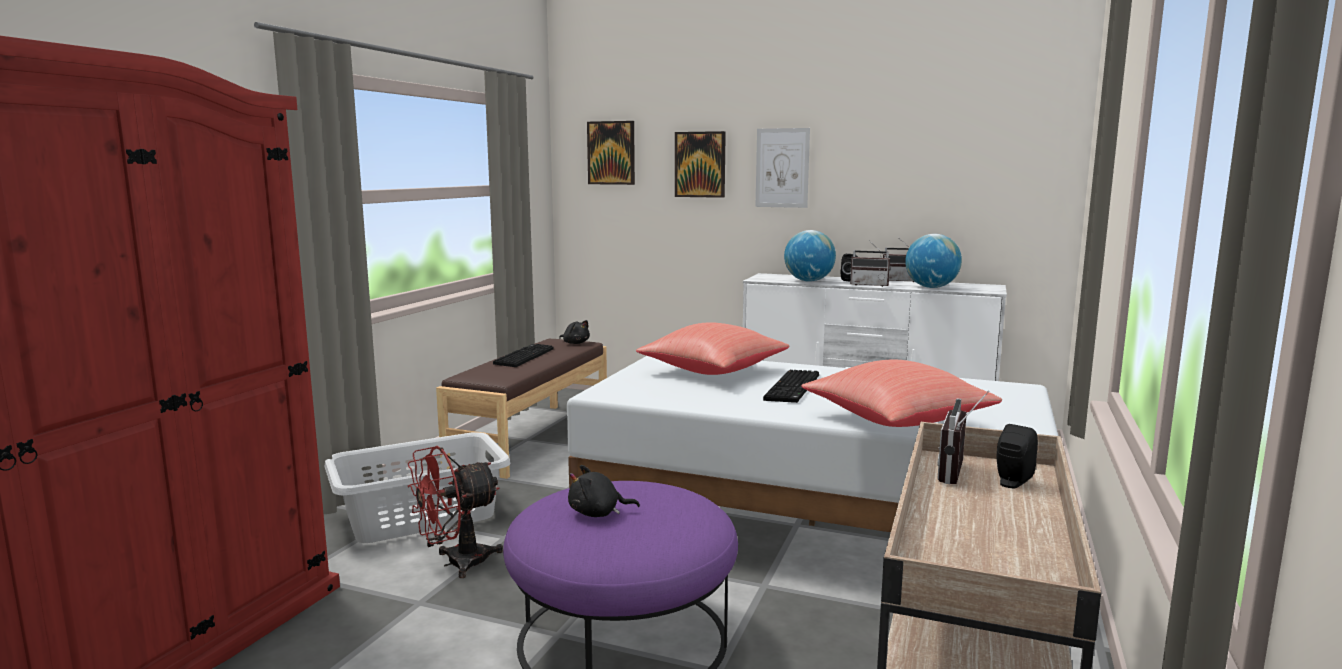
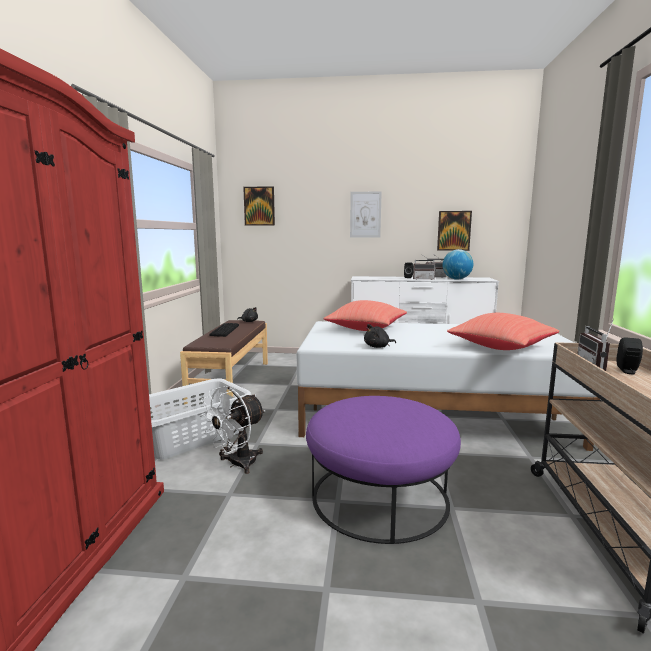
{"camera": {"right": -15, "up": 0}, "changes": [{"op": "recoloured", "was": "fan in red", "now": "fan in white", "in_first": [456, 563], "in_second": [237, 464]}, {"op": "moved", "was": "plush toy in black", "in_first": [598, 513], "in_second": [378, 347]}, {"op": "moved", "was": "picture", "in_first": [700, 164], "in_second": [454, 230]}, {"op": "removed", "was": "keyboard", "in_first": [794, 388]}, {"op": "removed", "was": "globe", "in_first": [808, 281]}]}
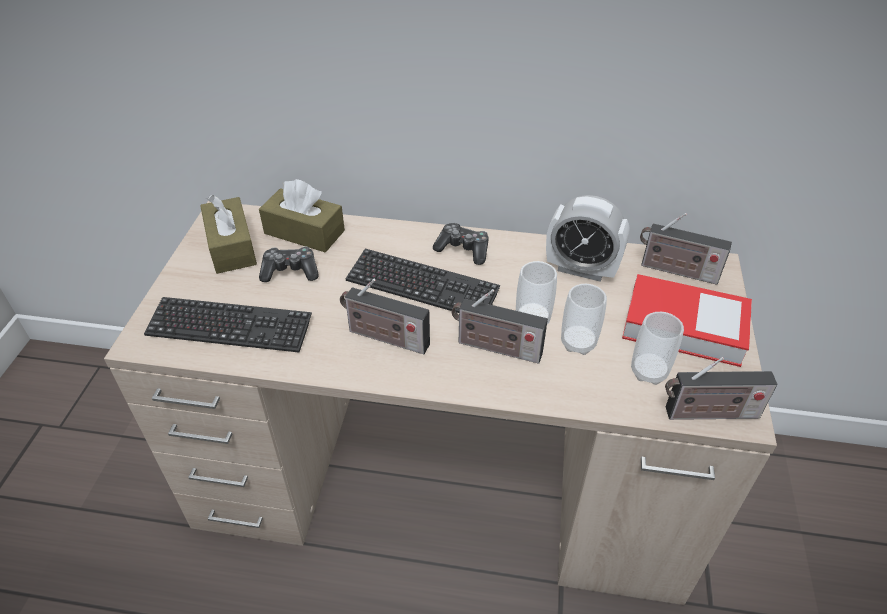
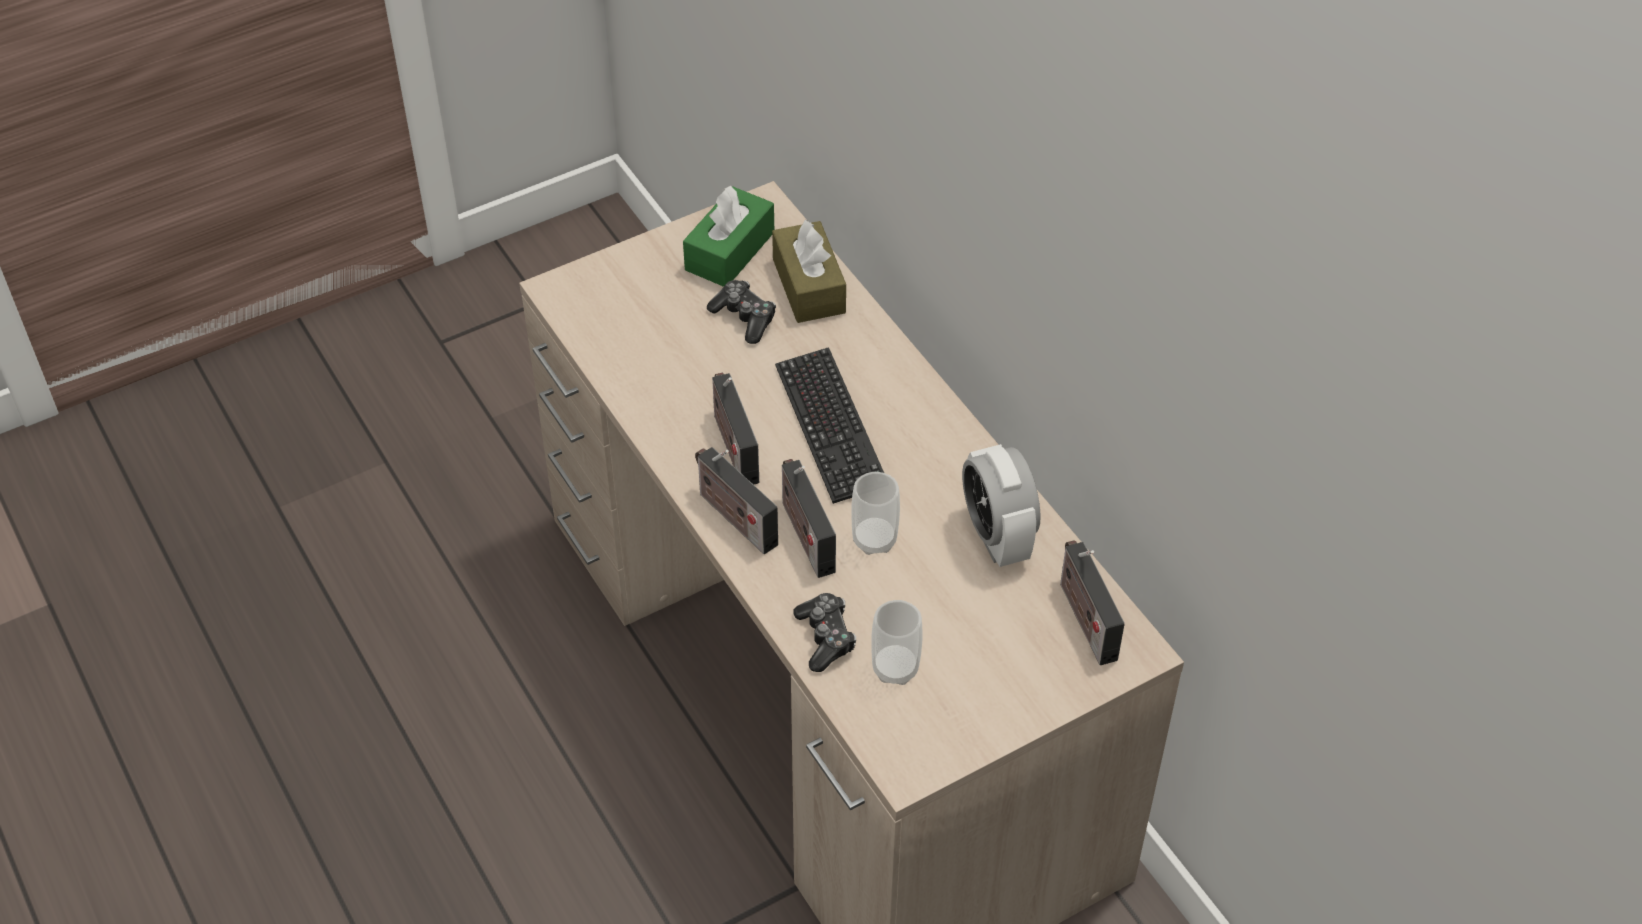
{"camera": {"right": 50, "up": 5}, "changes": [{"op": "recoloured", "was": "tissue box in brown", "now": "tissue box in green", "in_first": [231, 247], "in_second": [730, 251]}, {"op": "moved", "was": "radio", "in_first": [707, 414], "in_second": [734, 517]}, {"op": "moved", "was": "game controller", "in_first": [463, 249], "in_second": [825, 638]}, {"op": "removed", "was": "keyboard", "in_first": [229, 327]}, {"op": "removed", "was": "cup", "in_first": [578, 343]}, {"op": "removed", "was": "book", "in_first": [684, 326]}]}
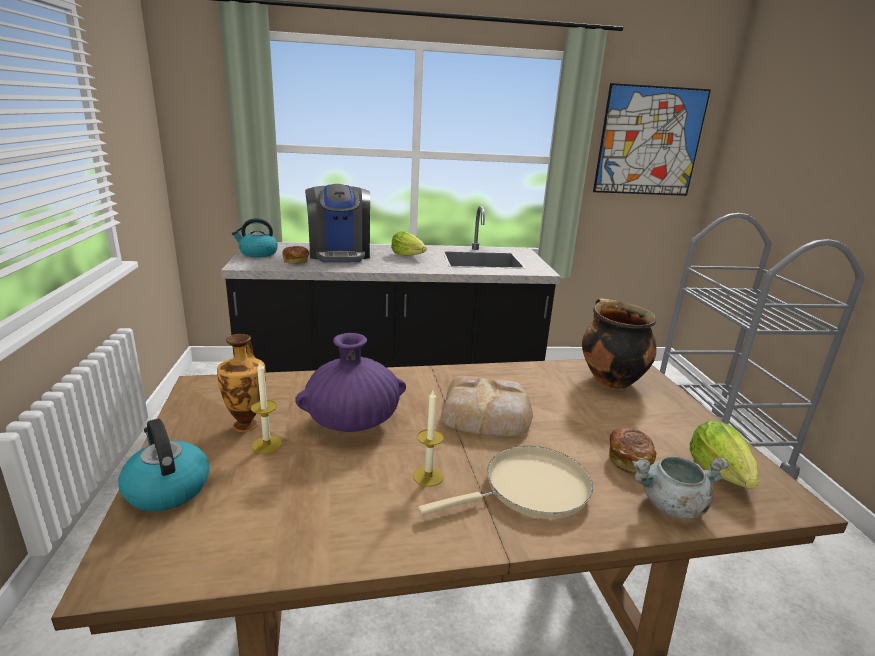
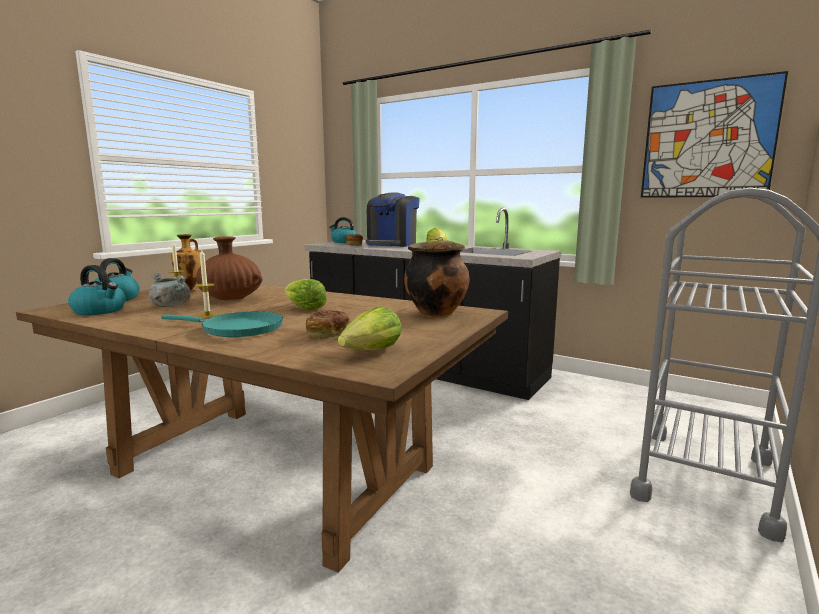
{"camera": {"right": 40, "up": -10}, "changes": [{"op": "added", "now": "kettle", "in_second": [100, 311]}, {"op": "moved", "was": "cooking pot in grey", "in_first": [671, 506], "in_second": [170, 305]}, {"op": "recoloured", "was": "frying pan in beige", "now": "frying pan in turquoise", "in_first": [530, 489], "in_second": [237, 328]}, {"op": "recoloured", "was": "vase in purple", "now": "vase in brown", "in_first": [353, 422], "in_second": [231, 299]}, {"op": "replaced", "was": "bread", "now": "lettuce", "in_first": [487, 414], "in_second": [303, 308]}]}
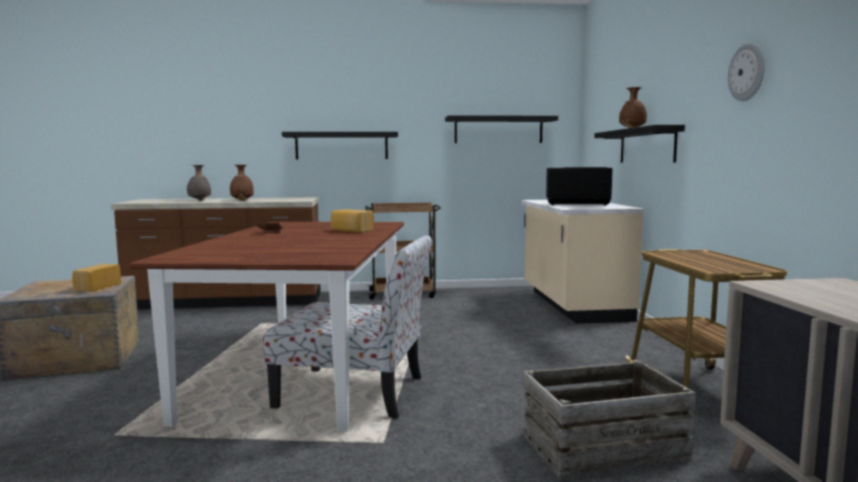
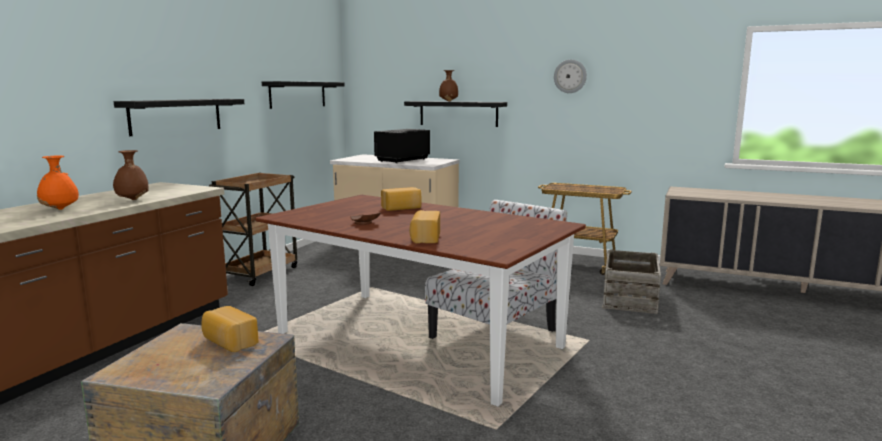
{"camera": {"right": -60, "up": 5}, "changes": [{"op": "recoloured", "was": "vase in grey", "now": "vase in orange", "in_first": [199, 200], "in_second": [60, 209]}, {"op": "added", "now": "bread", "in_second": [424, 238]}]}
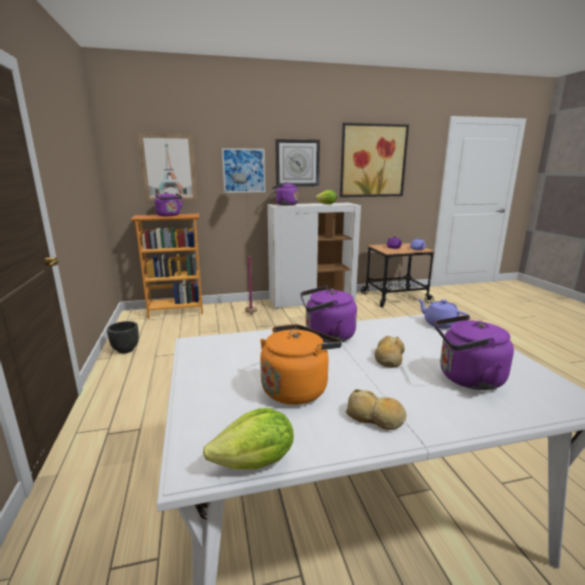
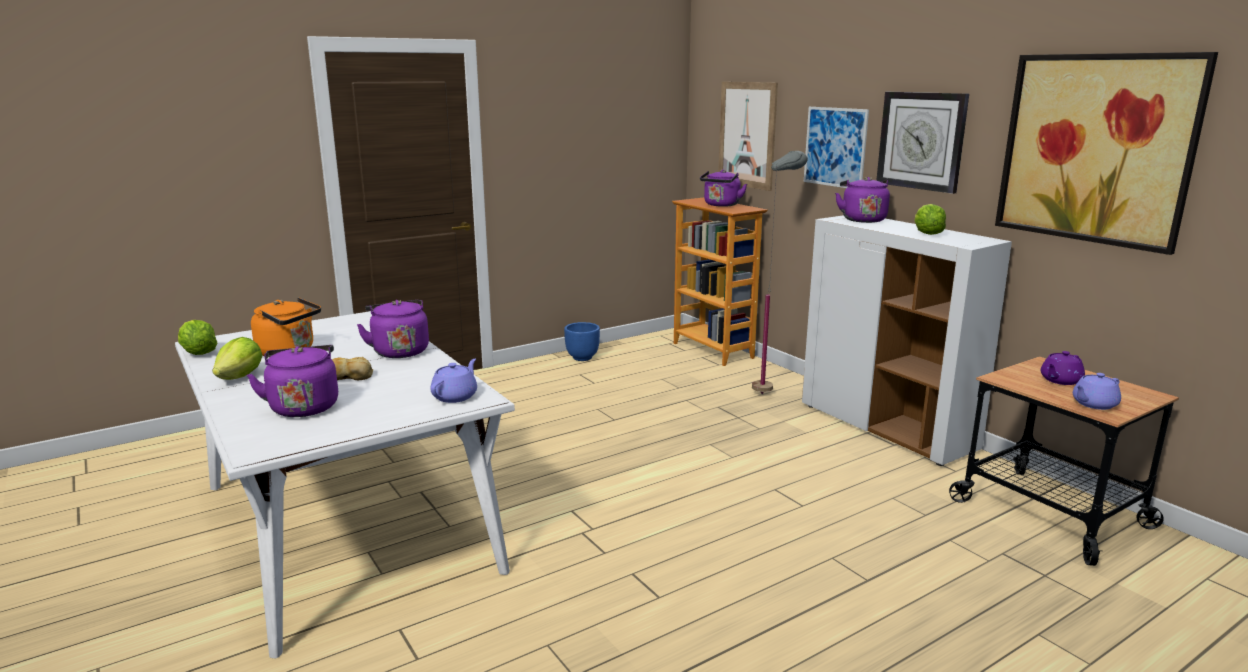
{"camera": {"right": 70, "up": 0}, "changes": [{"op": "replaced", "was": "bread", "now": "lettuce", "in_first": [375, 418], "in_second": [240, 377]}, {"op": "recoloured", "was": "planter in black", "now": "planter in blue", "in_first": [125, 350], "in_second": [582, 358]}]}
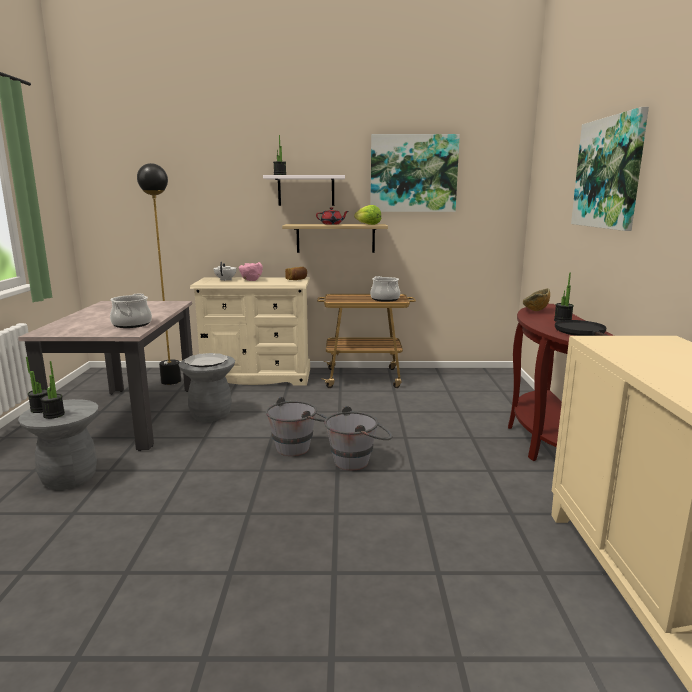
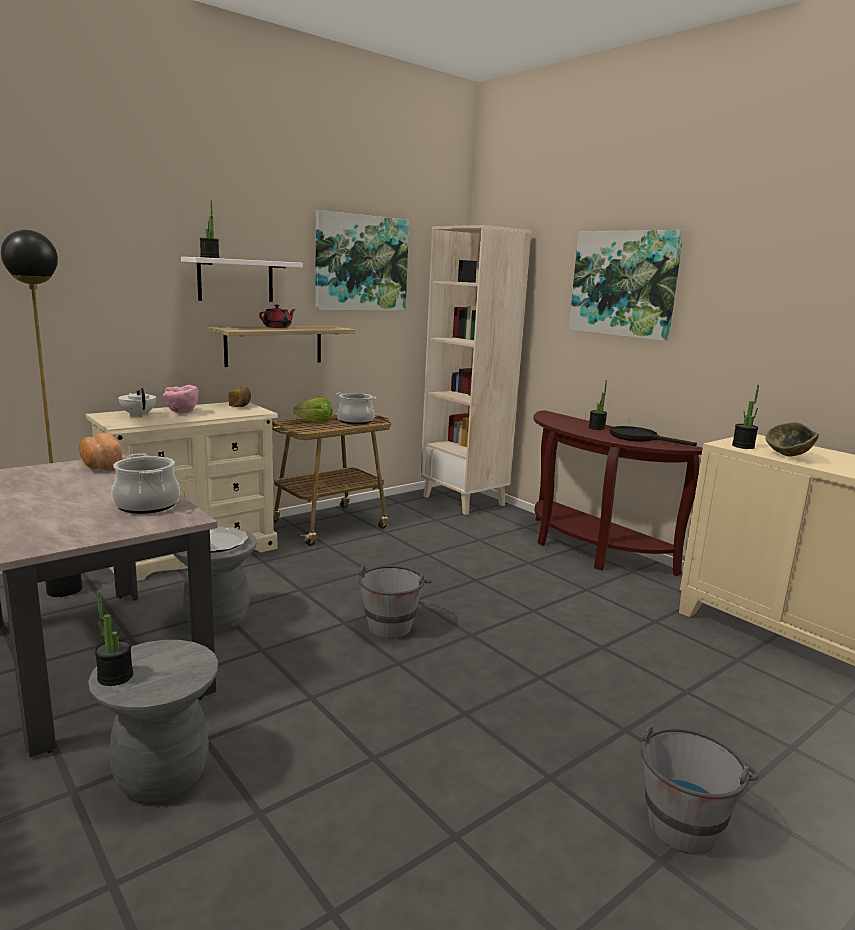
{"camera": {"right": -40, "up": 0}, "changes": [{"op": "added", "now": "bread", "in_second": [100, 466]}, {"op": "moved", "was": "lettuce", "in_first": [368, 224], "in_second": [315, 421]}, {"op": "added", "now": "bookcase in beige", "in_second": [464, 501]}, {"op": "moved", "was": "bucket in grey", "in_first": [358, 461], "in_second": [685, 819]}, {"op": "moved", "was": "potted plant", "in_first": [54, 415], "in_second": [743, 446]}, {"op": "moved", "was": "bowl", "in_first": [534, 311], "in_second": [789, 457]}]}
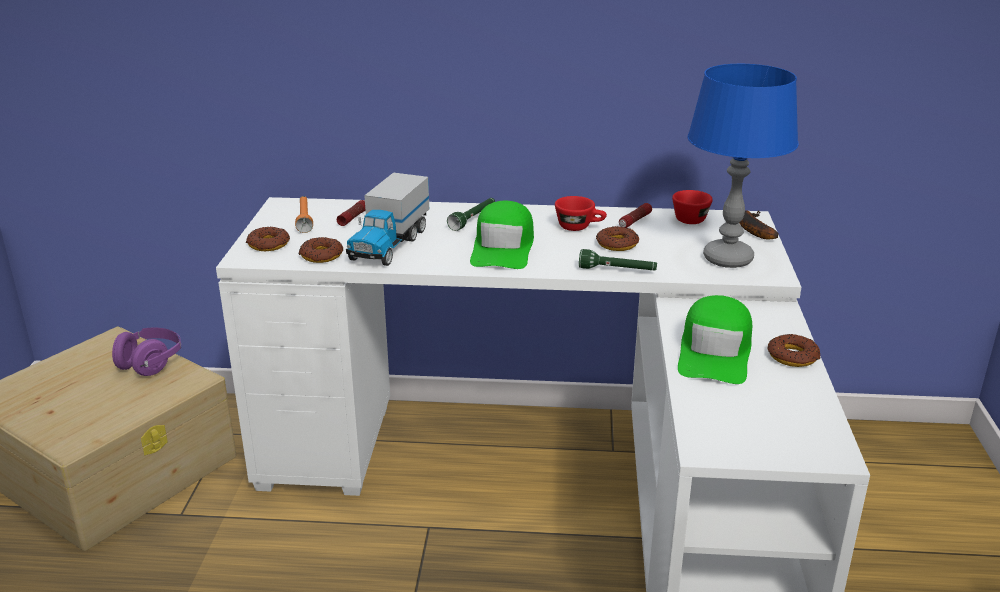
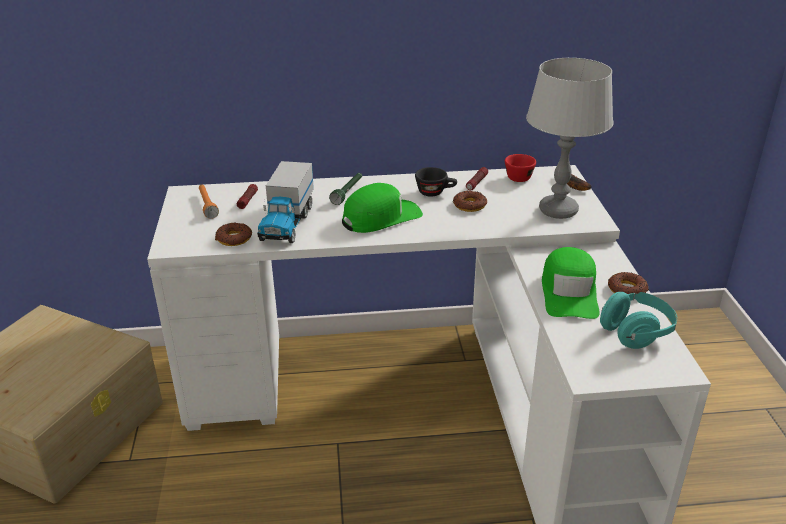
{"camera": {"right": -10, "up": 5}, "changes": [{"op": "turned", "was": "cap in green", "in_first": [503, 248], "in_second": [381, 217], "clockwise": -120}, {"op": "recoloured", "was": "cup in red", "now": "cup in black", "in_first": [580, 227], "in_second": [435, 192]}, {"op": "recoloured", "was": "table lamp in blue", "now": "table lamp in grey", "in_first": [728, 259], "in_second": [558, 211]}, {"op": "added", "now": "headphones in turquoise", "in_second": [636, 332]}, {"op": "removed", "was": "headphones in purple", "in_first": [150, 363]}, {"op": "removed", "was": "donut", "in_first": [268, 244]}, {"op": "removed", "was": "flashlight in green", "in_first": [617, 271]}]}
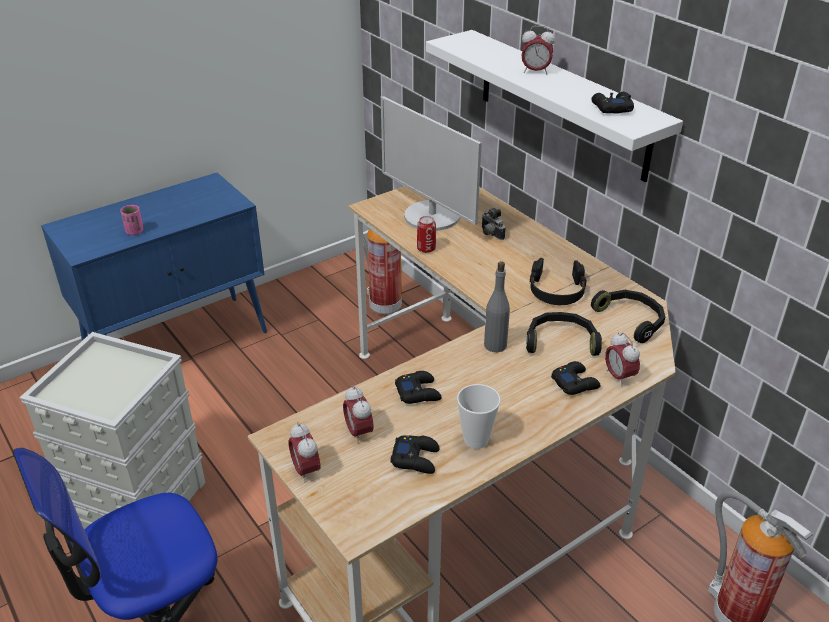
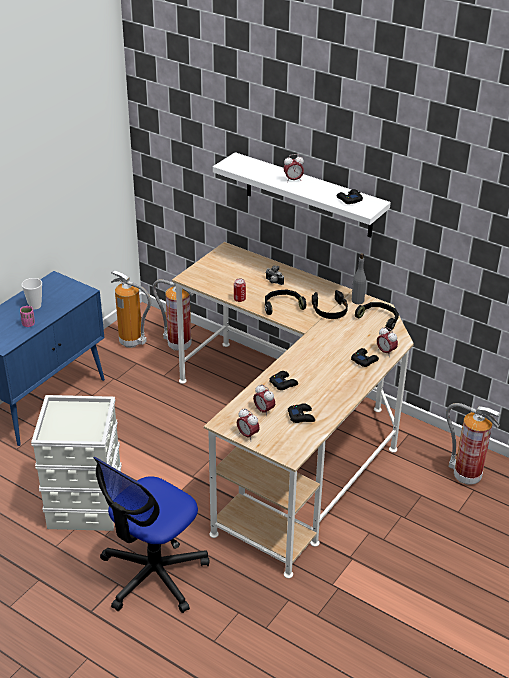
{"camera": {"right": -20, "up": 0}, "changes": [{"op": "moved", "was": "cup", "in_first": [476, 440], "in_second": [35, 306]}, {"op": "added", "now": "fire extinguisher", "in_second": [132, 342]}, {"op": "moved", "was": "headphones in black", "in_first": [561, 341], "in_second": [282, 306]}, {"op": "moved", "was": "bottle in grey", "in_first": [495, 345], "in_second": [357, 300]}, {"op": "removed", "was": "monitor", "in_first": [432, 216]}]}
